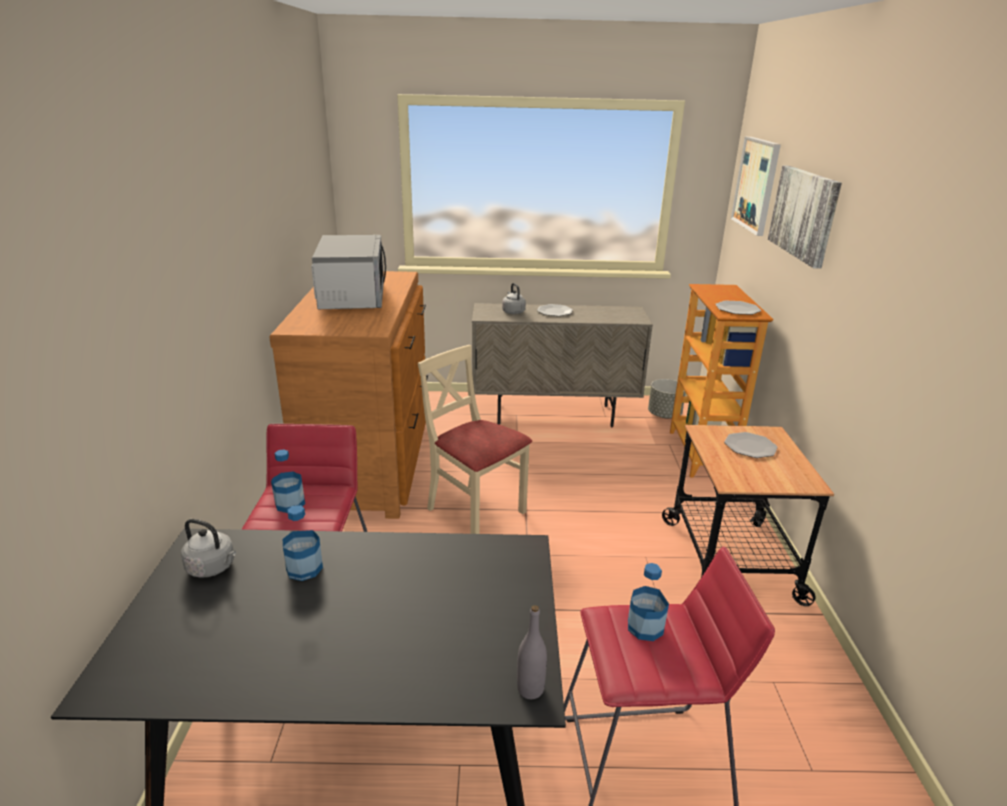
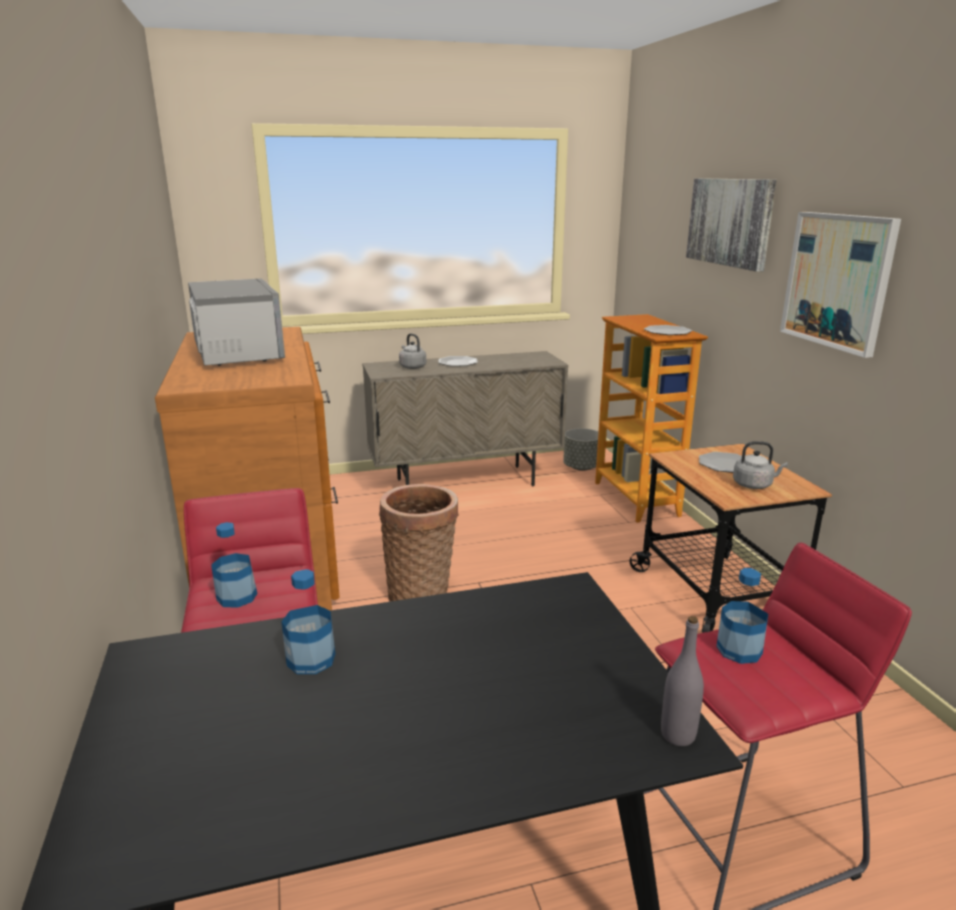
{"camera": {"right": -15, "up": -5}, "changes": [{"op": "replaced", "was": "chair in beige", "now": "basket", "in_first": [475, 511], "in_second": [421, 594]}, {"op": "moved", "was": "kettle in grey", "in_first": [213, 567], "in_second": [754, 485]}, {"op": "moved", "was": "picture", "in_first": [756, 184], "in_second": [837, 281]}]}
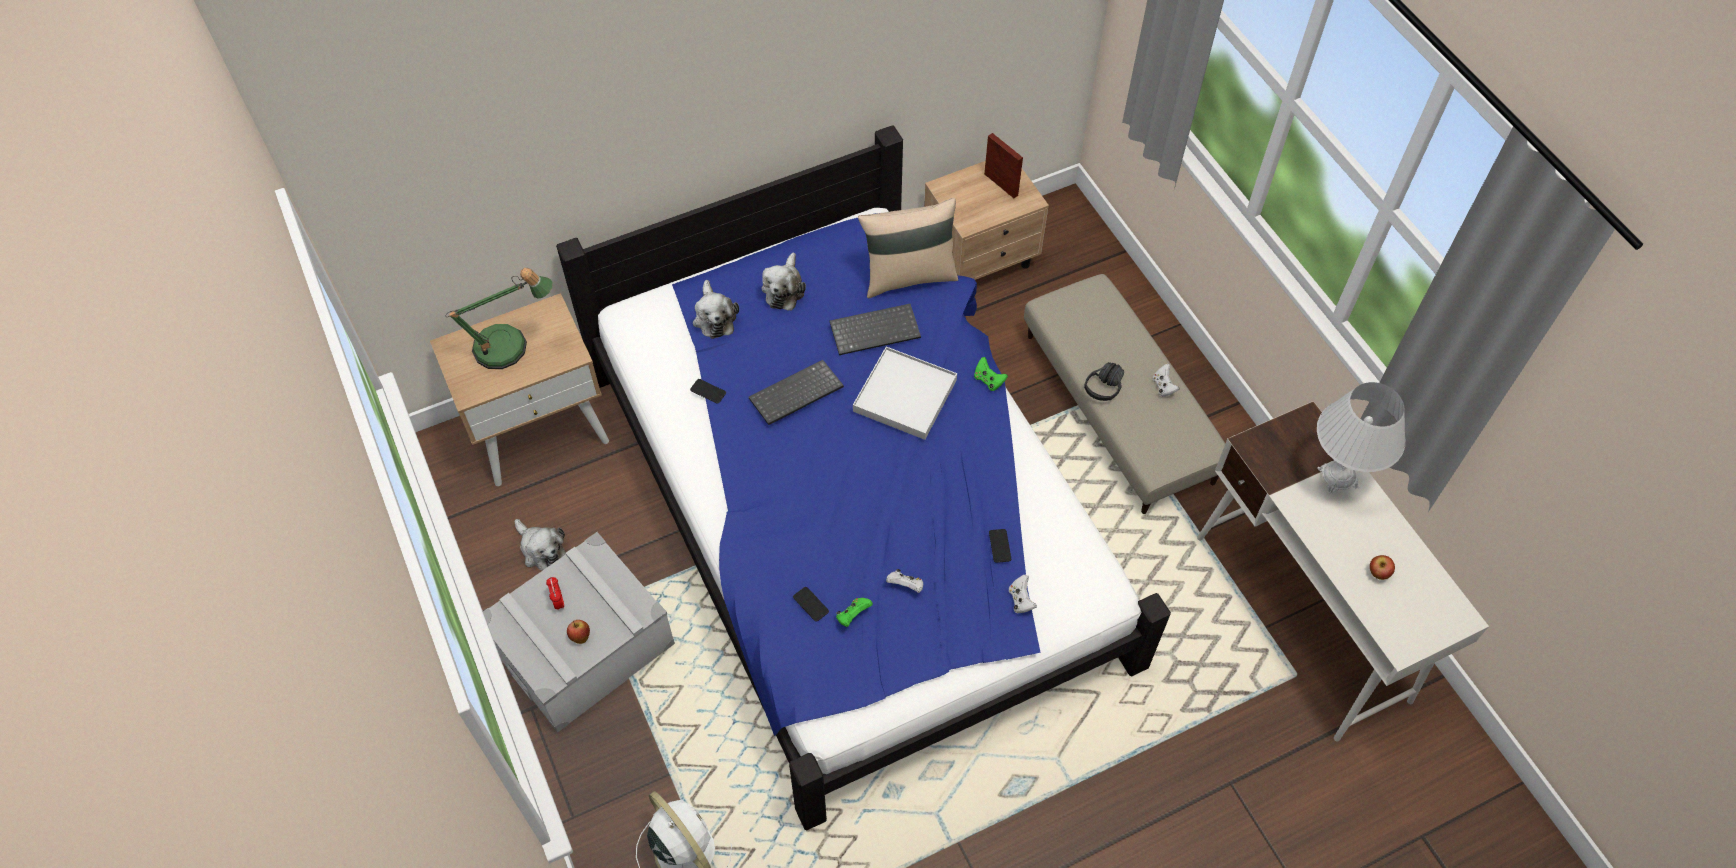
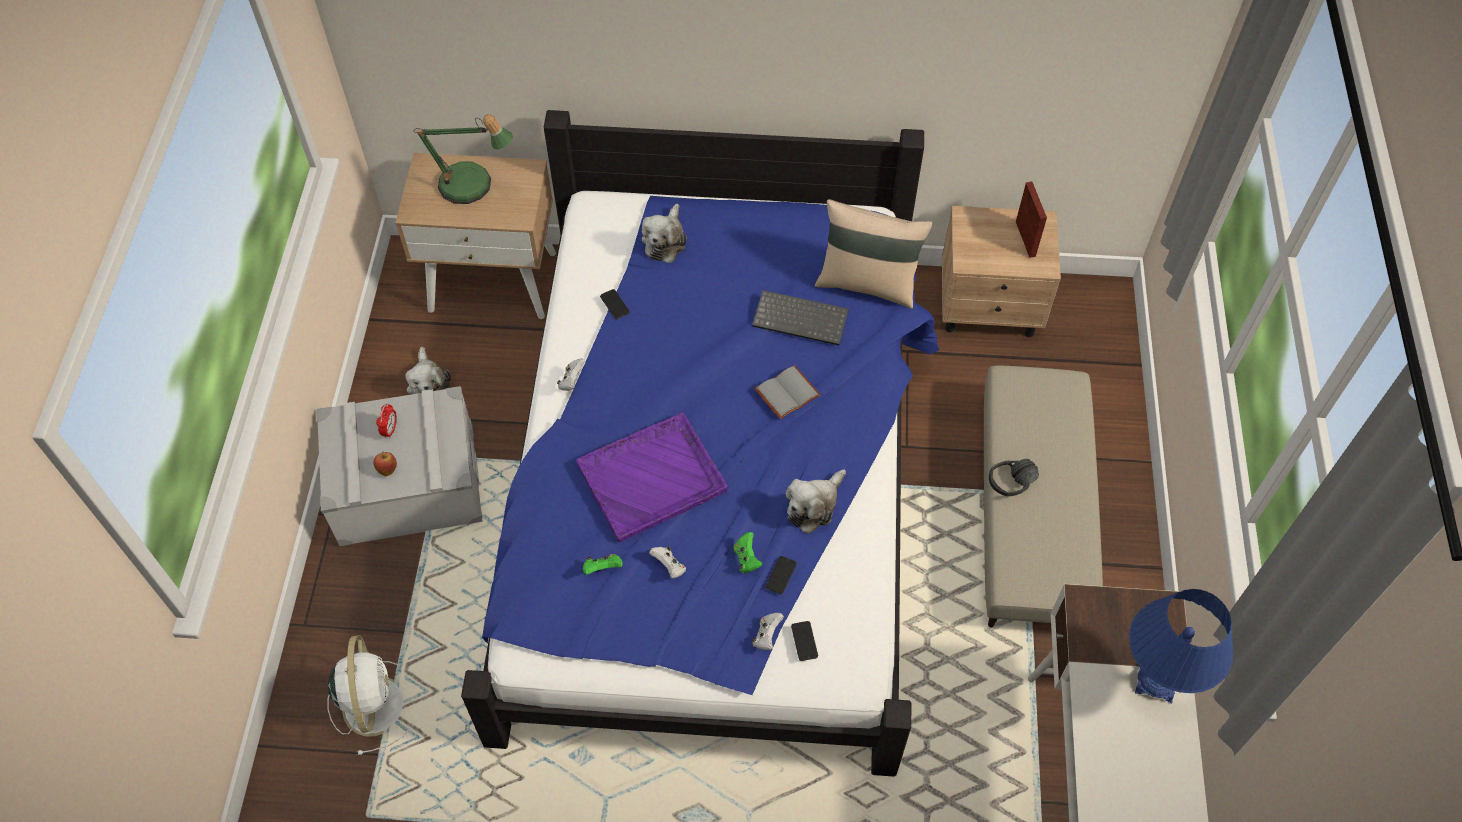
{"camera": {"right": 30, "up": 0}, "changes": [{"op": "moved", "was": "game controller in white", "in_first": [1163, 386], "in_second": [571, 381]}, {"op": "added", "now": "tray in purple", "in_second": [653, 477]}, {"op": "moved", "was": "game controller in green", "in_first": [988, 380], "in_second": [746, 559]}, {"op": "replaced", "was": "tray in white", "now": "book in grey", "in_first": [905, 395], "in_second": [787, 391]}, {"op": "moved", "was": "plush toy", "in_first": [784, 289], "in_second": [813, 506]}, {"op": "moved", "was": "phone", "in_first": [810, 604], "in_second": [804, 641]}, {"op": "recoloured", "was": "table lamp in white", "now": "table lamp in blue", "in_first": [1337, 477], "in_second": [1155, 681]}, {"op": "removed", "was": "keyboard", "in_first": [796, 395]}, {"op": "removed", "was": "apple", "in_first": [1378, 573]}]}
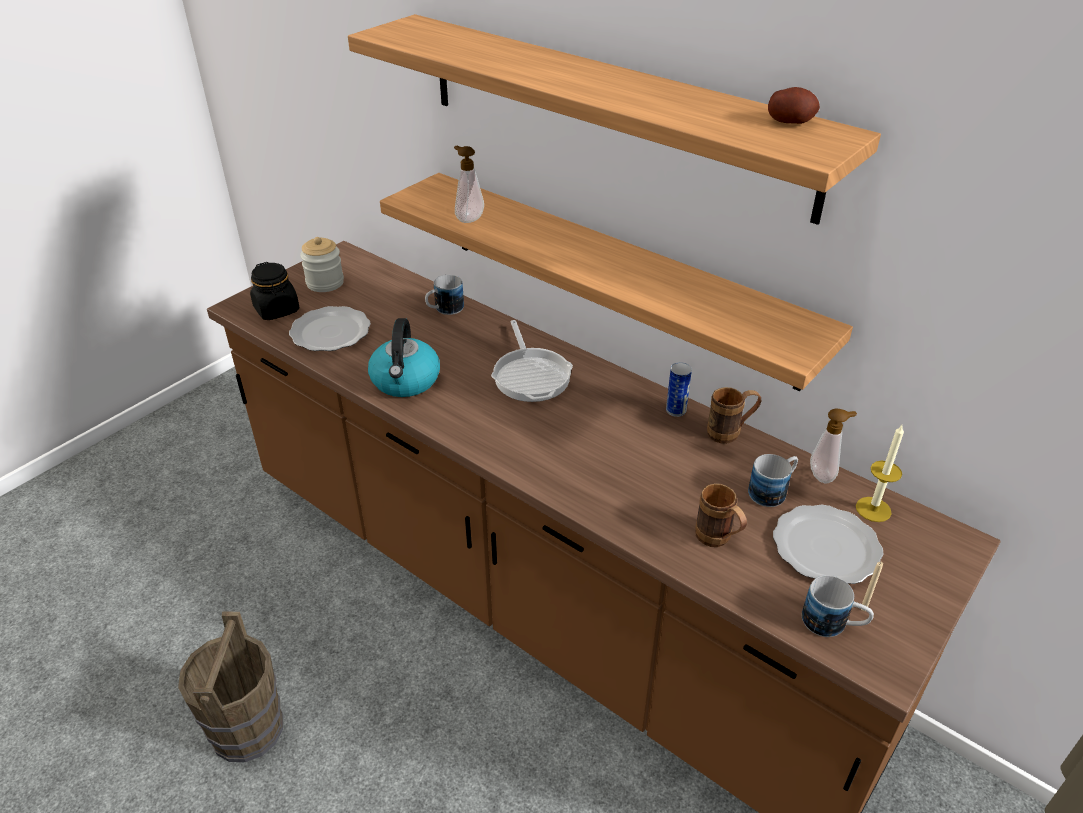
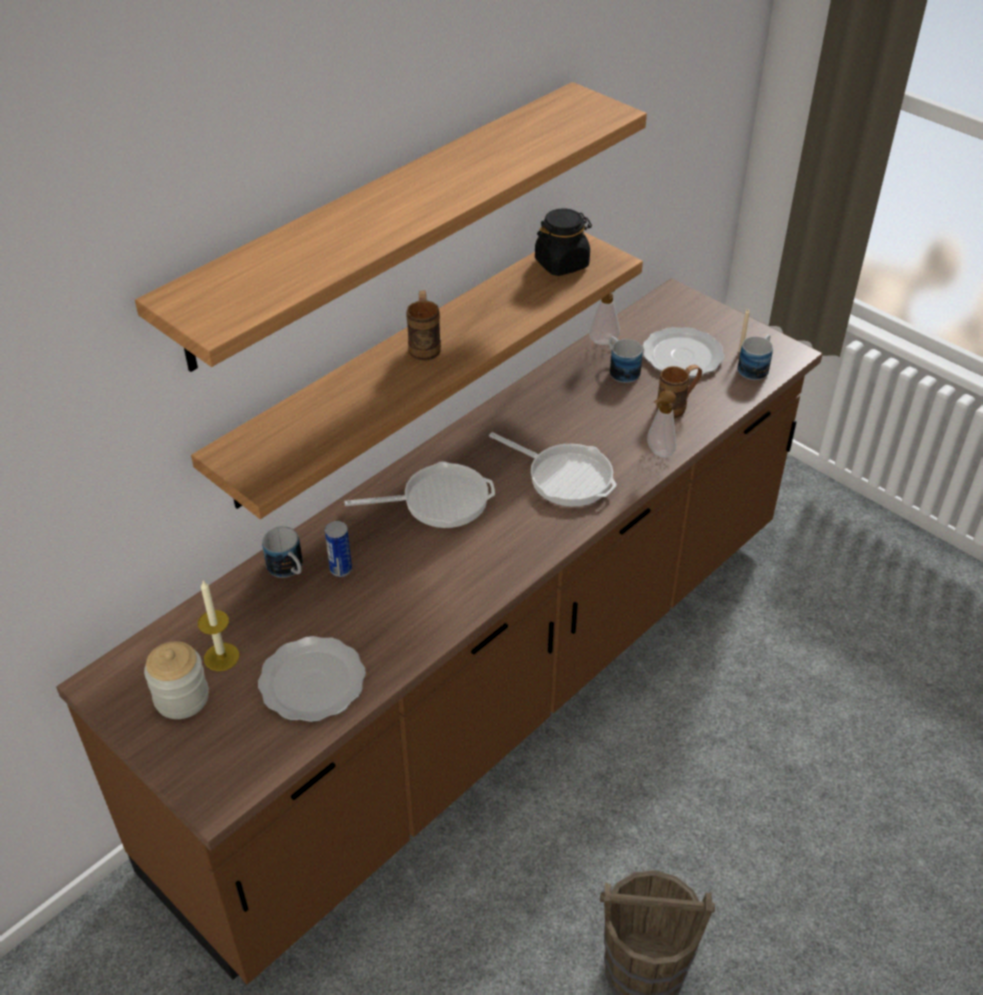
{"camera": {"right": -85, "up": 5}, "changes": [{"op": "moved", "was": "candle", "in_first": [873, 509], "in_second": [221, 657]}, {"op": "moved", "was": "can", "in_first": [676, 410], "in_second": [341, 569]}, {"op": "moved", "was": "mug in brown", "in_first": [730, 433], "in_second": [424, 345]}, {"op": "added", "now": "frying pan", "in_second": [565, 476]}, {"op": "moved", "was": "jar in black", "in_first": [277, 310], "in_second": [562, 263]}, {"op": "moved", "was": "soap dispenser", "in_first": [468, 219], "in_second": [658, 453]}, {"op": "removed", "was": "kettle", "in_first": [406, 381]}, {"op": "removed", "was": "potato", "in_first": [790, 122]}]}
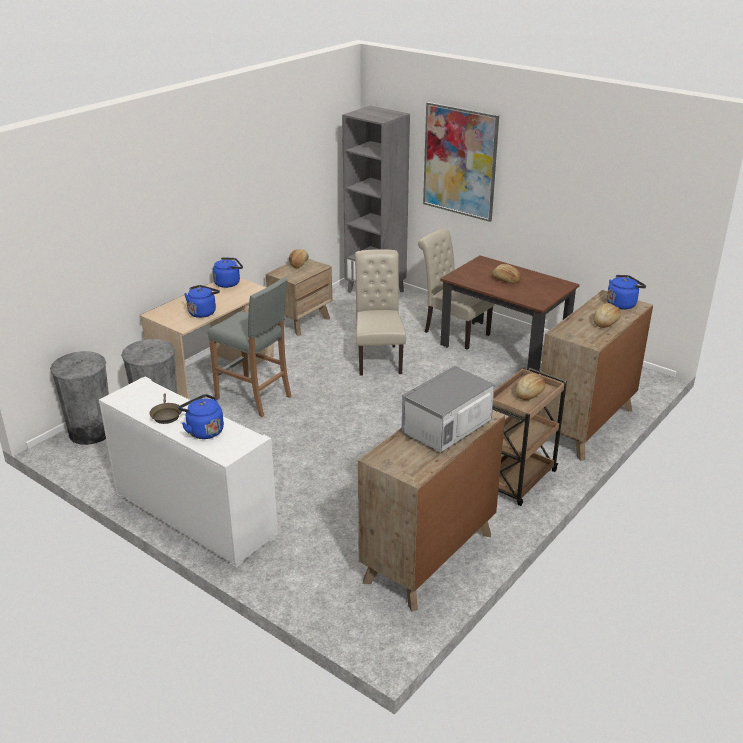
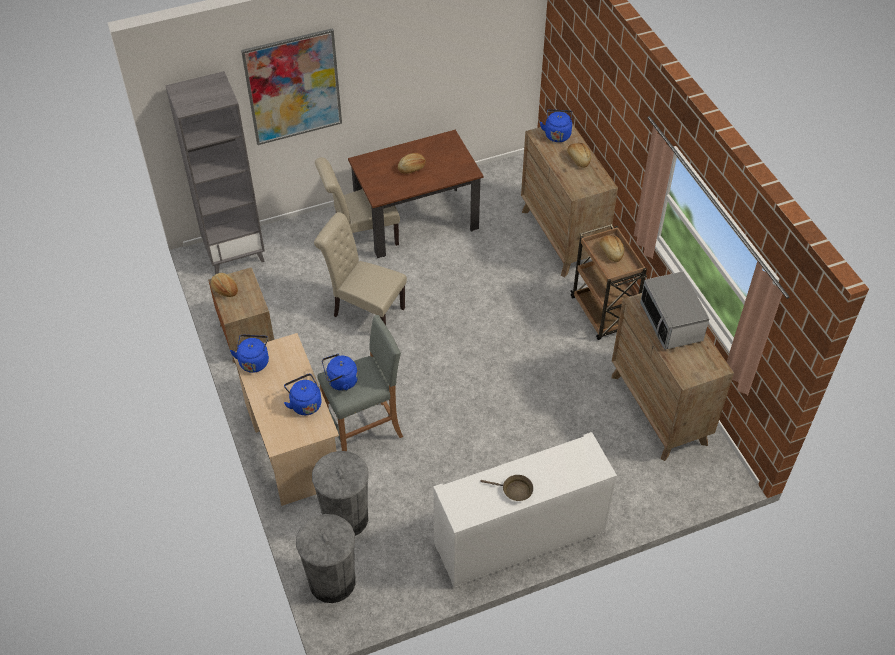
{"camera": {"right": -60, "up": 20}, "changes": [{"op": "moved", "was": "kettle in blue", "in_first": [203, 431], "in_second": [340, 382]}]}
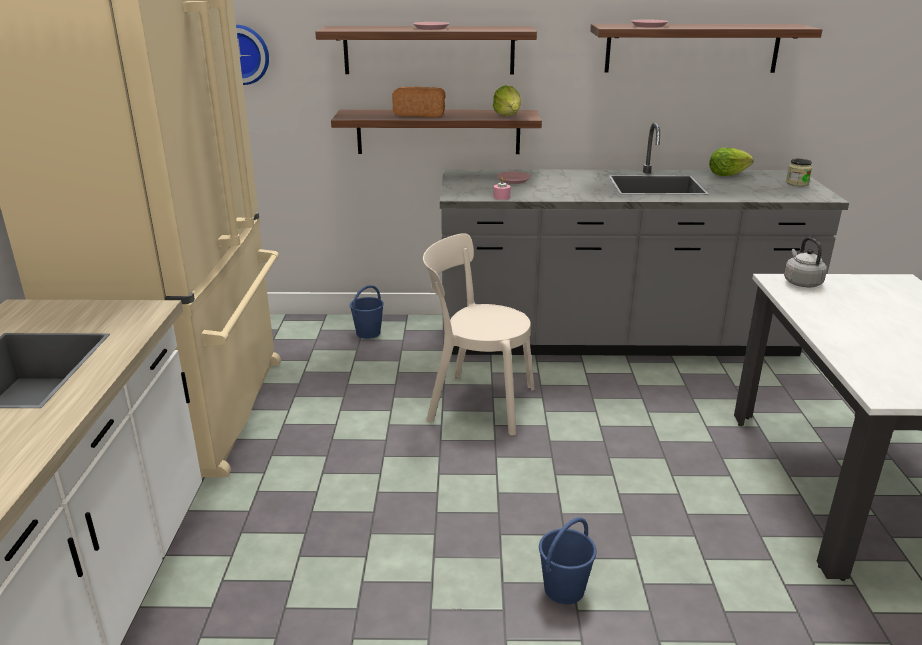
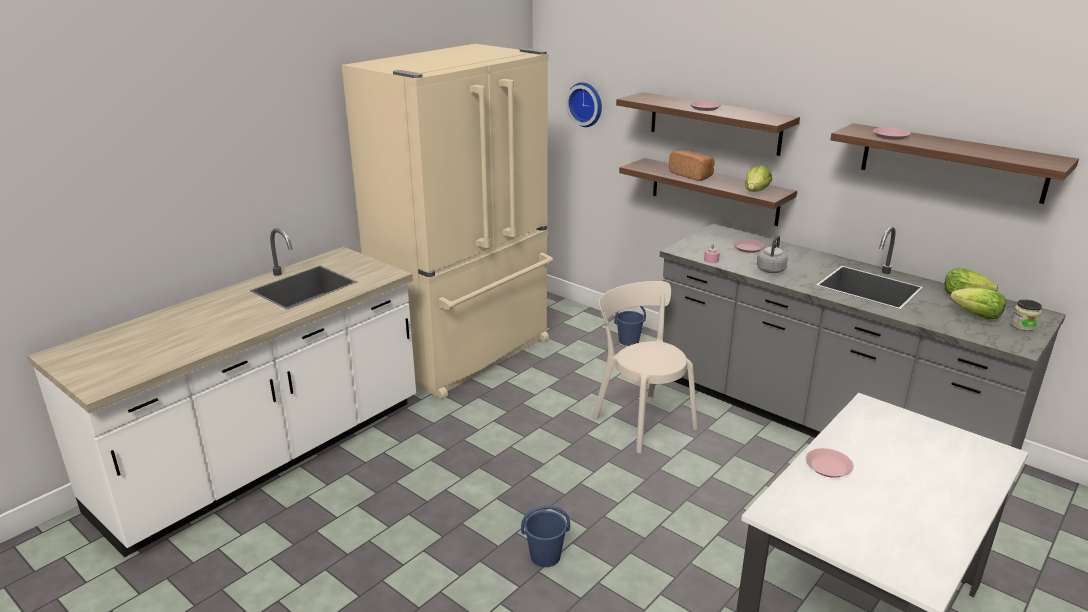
{"camera": {"right": 40, "up": 0}, "changes": [{"op": "moved", "was": "kettle in grey", "in_first": [801, 282], "in_second": [771, 269]}, {"op": "added", "now": "plate in pink", "in_second": [828, 467]}, {"op": "added", "now": "lettuce", "in_second": [977, 315]}]}
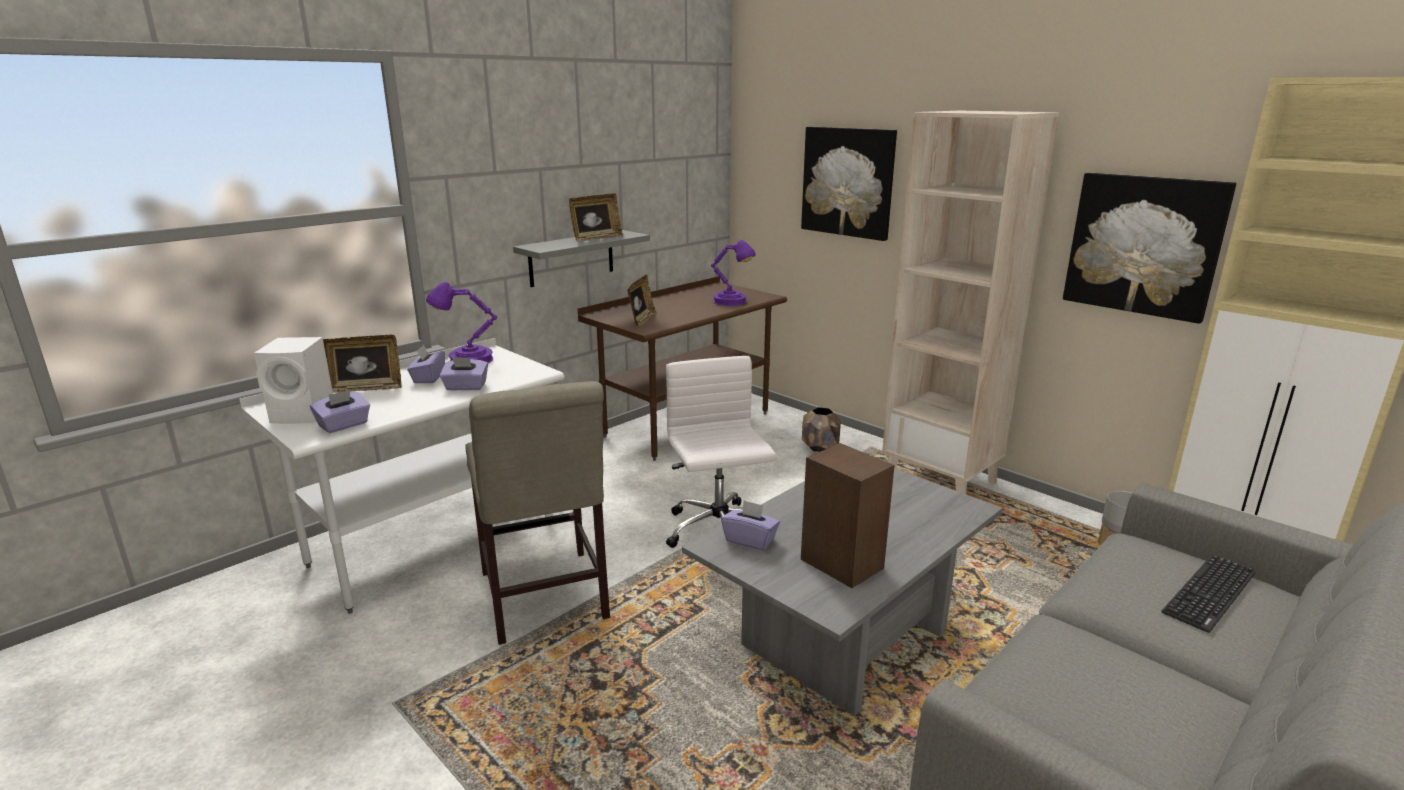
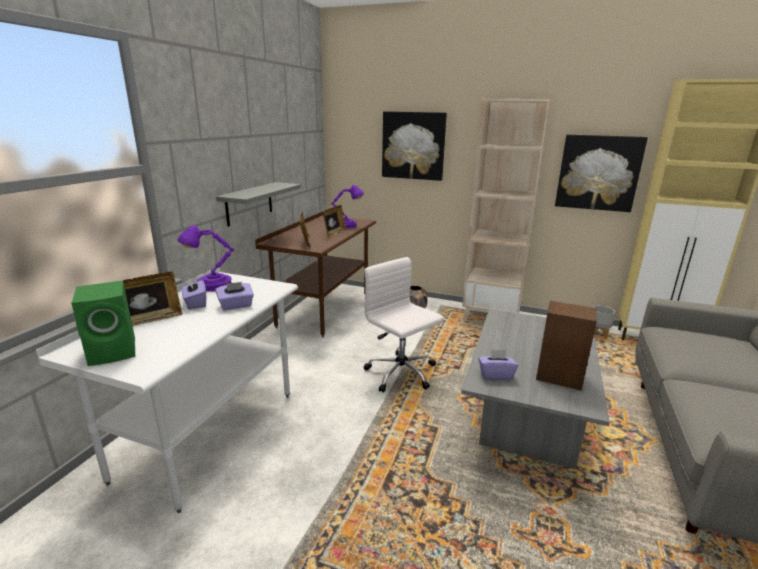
{"camera": {"right": -25, "up": 0}, "changes": [{"op": "recoloured", "was": "speaker in white", "now": "speaker in green", "in_first": [305, 414], "in_second": [115, 351]}, {"op": "moved", "was": "picture frame", "in_first": [596, 238], "in_second": [334, 233]}, {"op": "removed", "was": "tissue box in purple", "in_first": [344, 425]}, {"op": "removed", "was": "chair in beige", "in_first": [544, 600]}, {"op": "removed", "was": "keyboard", "in_first": [1209, 593]}]}
